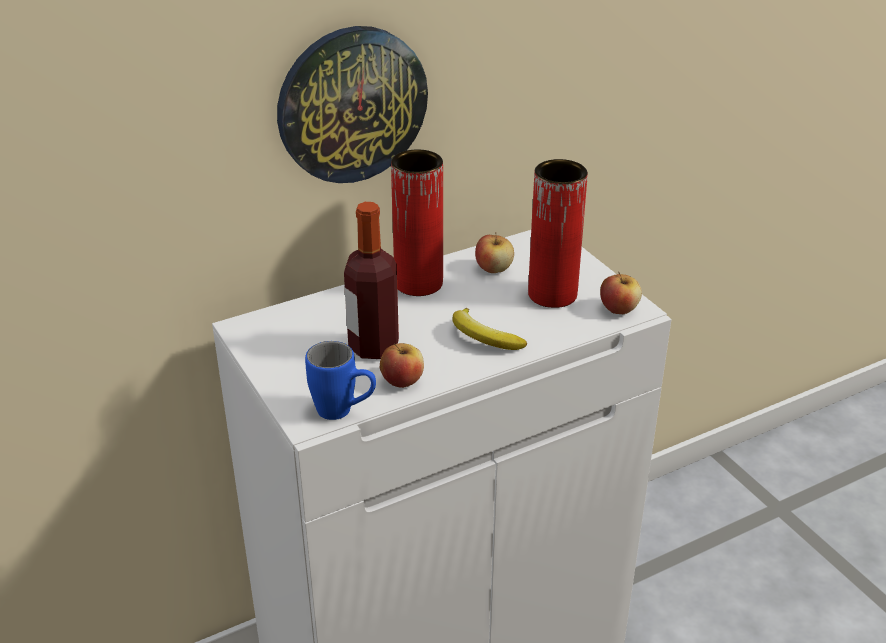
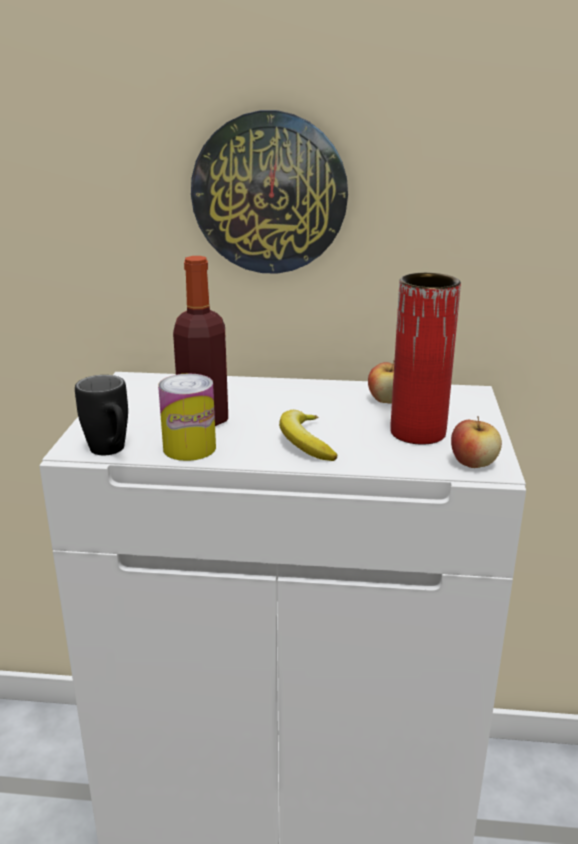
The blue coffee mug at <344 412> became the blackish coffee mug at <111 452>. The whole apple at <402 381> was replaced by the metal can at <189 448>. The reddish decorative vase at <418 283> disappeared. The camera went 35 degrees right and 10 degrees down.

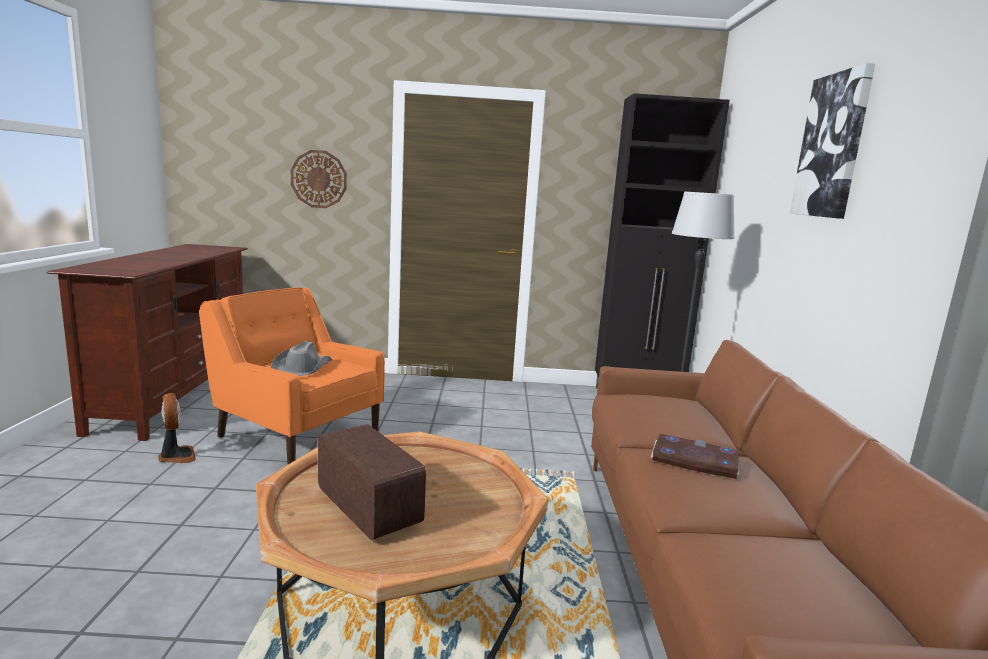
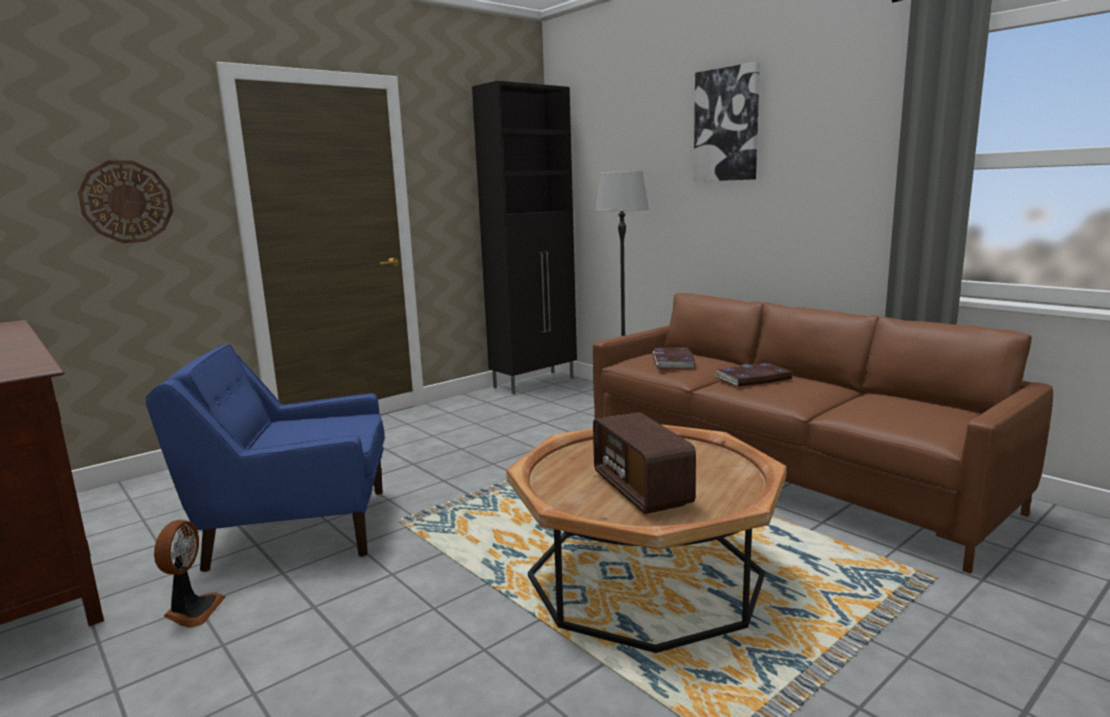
The fan at <176 456> turned 75 degrees clockwise. The orange-coloured armchair at <297 434> became the blue armchair at <296 528>. The greyish clothing hat at <302 367> disappeared. The radio receiver at <368 509> turned 120 degrees counterclockwise. The bound book at <673 361> appeared. The camera went 40 degrees left and 0 degrees up.

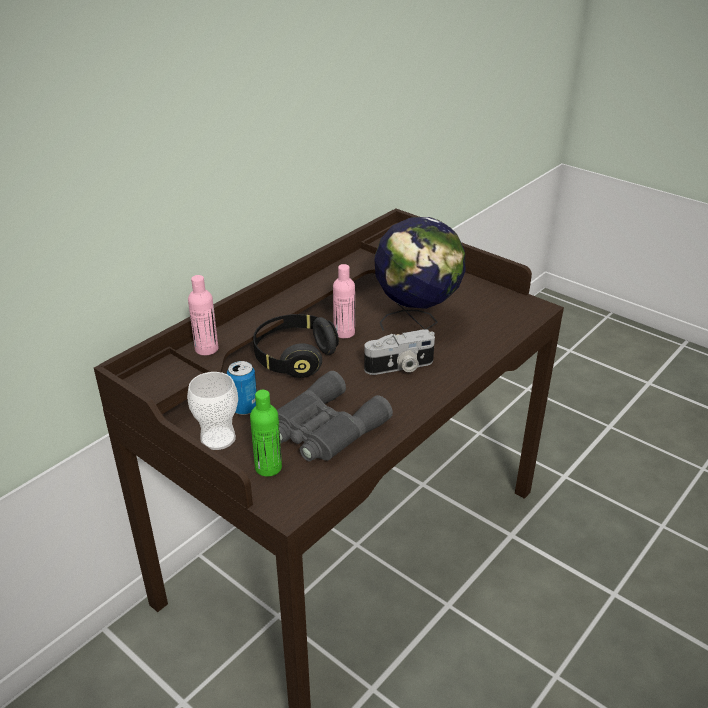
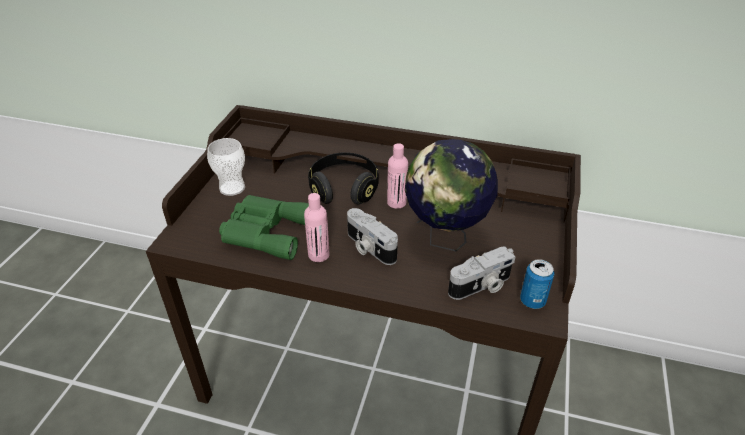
The pinkish beverage bottle moved from <206 349> to <318 255>. The metal can moved from <244 408> to <532 301>. The green beverage bottle at <268 467> disappeared. The greyish field glasses at <324 428> became the green field glasses at <265 231>. The still camera at <481 286> appeared. The camera went 65 degrees right and 5 degrees up.

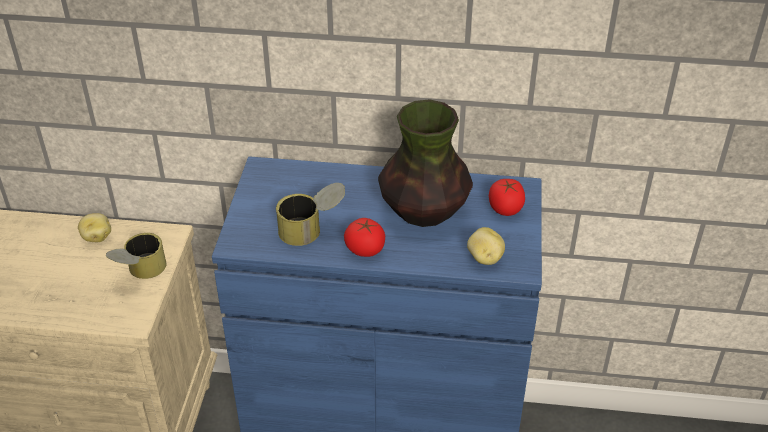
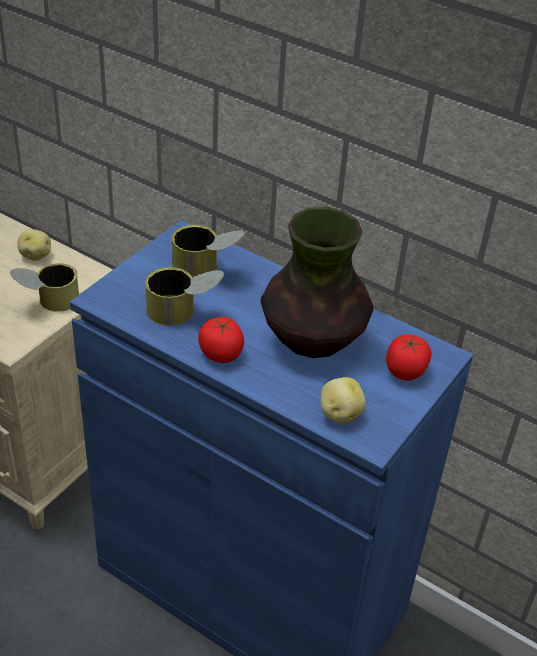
The metal can at <206 270> appeared. The camera went 25 degrees right and 0 degrees up.

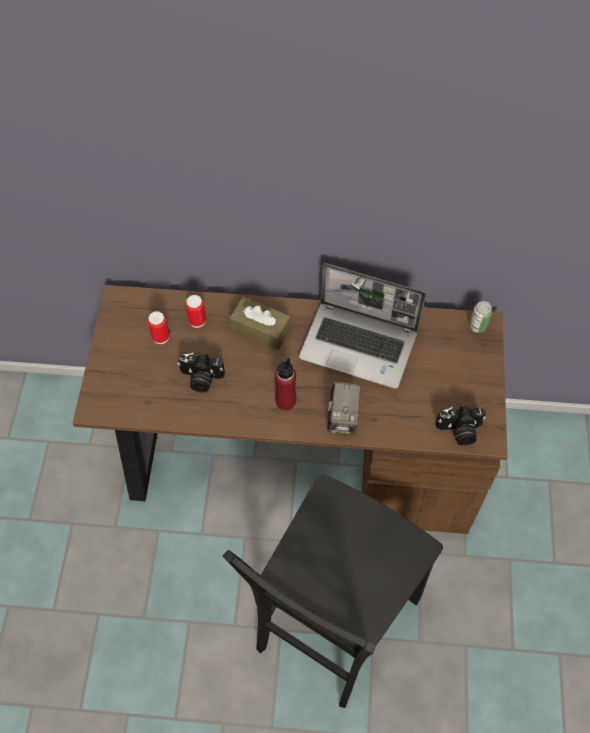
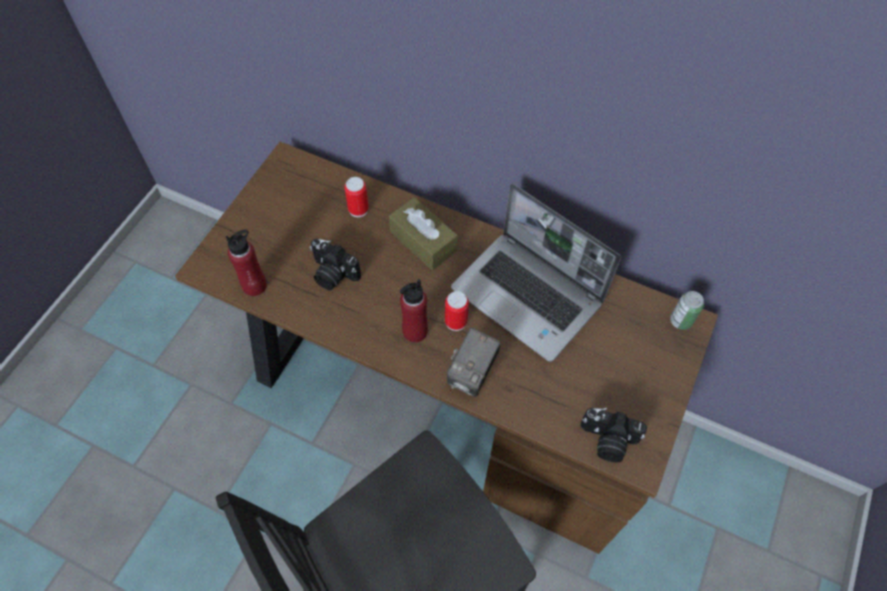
The metal can moved from <160 337> to <455 321>. The reddish beverage bottle at <255 285> appeared. The camera went 20 degrees right and 0 degrees up.

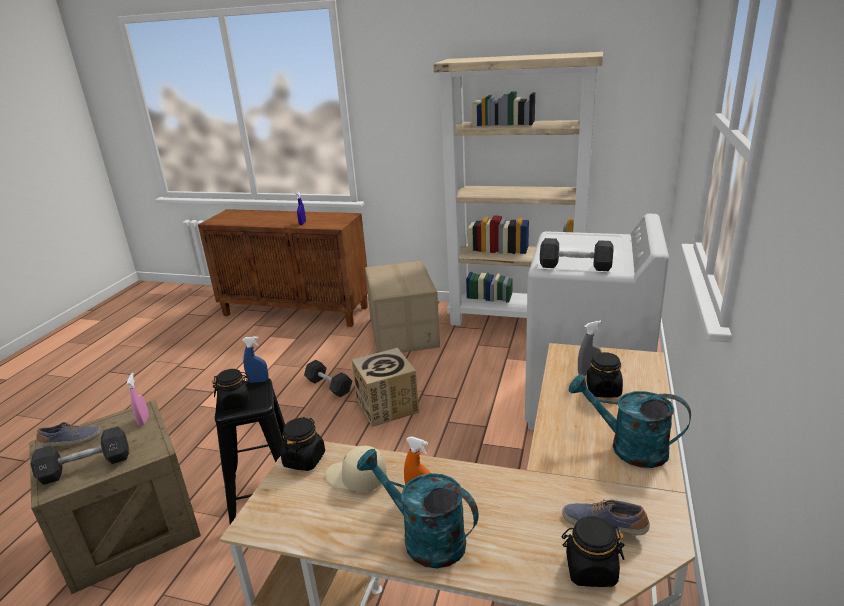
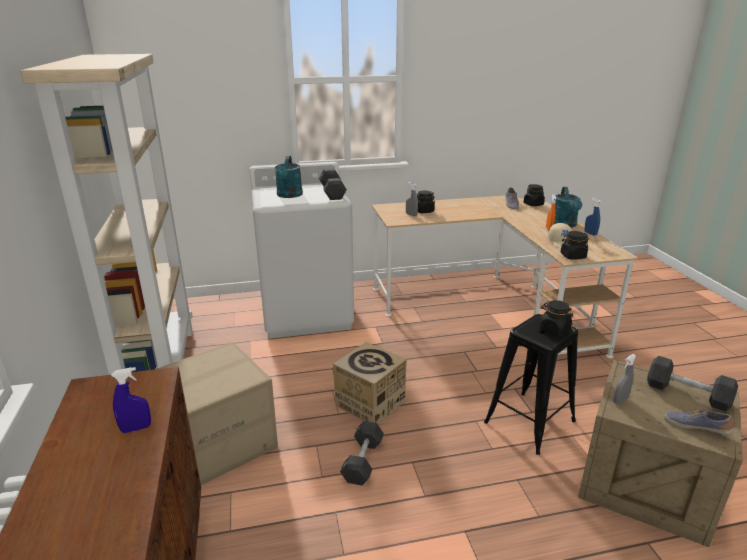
The pinkish sprayer at <143 420> became the greyish sprayer at <620 400>. The blue sprayer moved from <258 381> to <590 233>. The turquoise watering can moved from <628 447> to <289 195>. The camera went 120 degrees left and 0 degrees up.

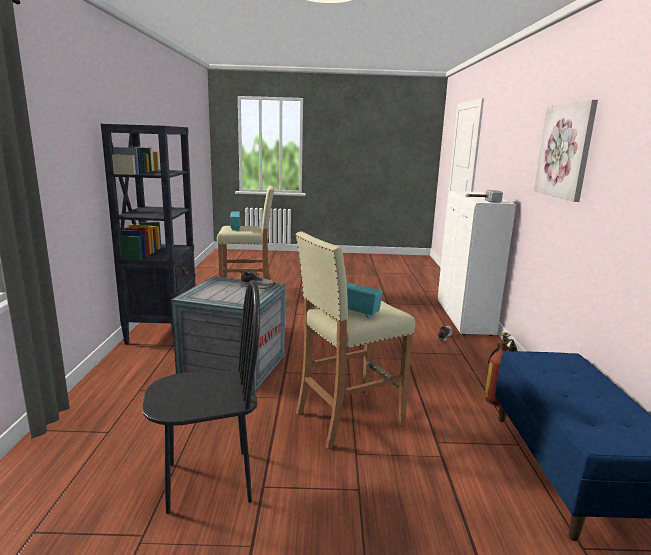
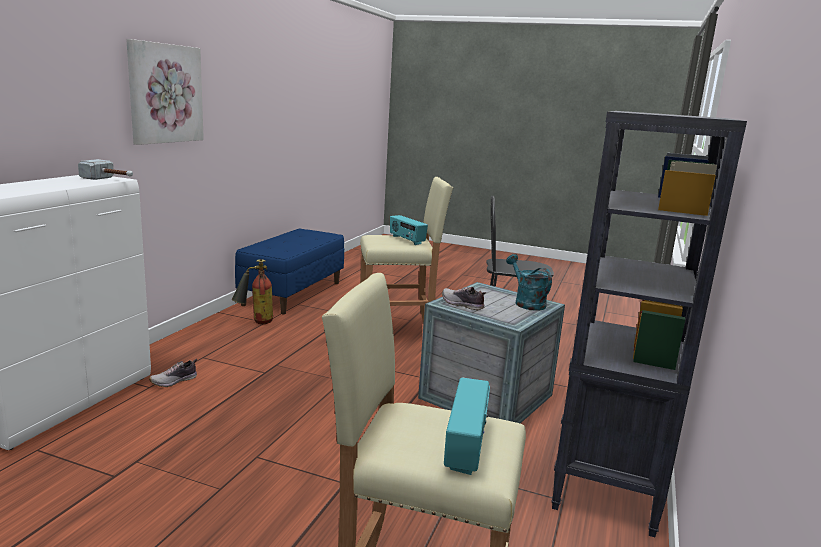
The turquoise watering can at <526 302> appeared. The camera went 160 degrees left and 0 degrees up.

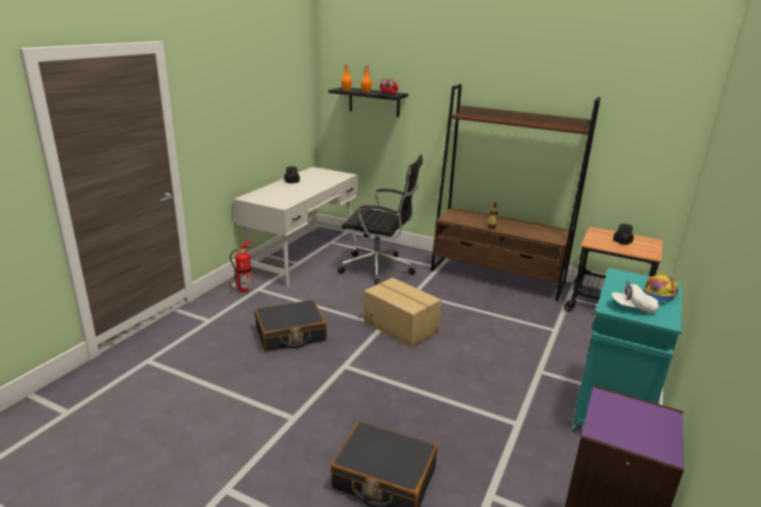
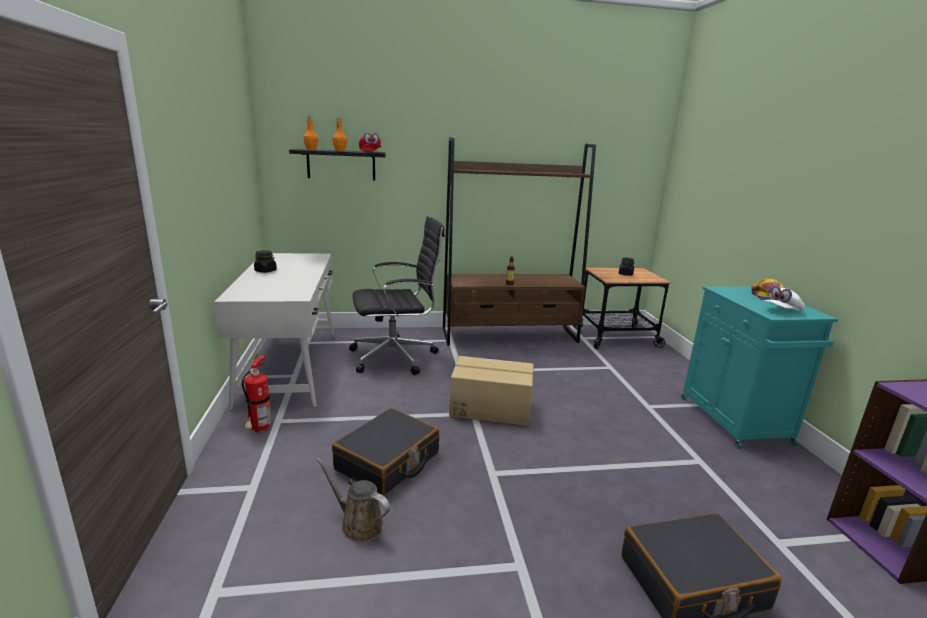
The brown-coloured watering can at <359 524> appeared. The camera went 35 degrees left and 5 degrees down.

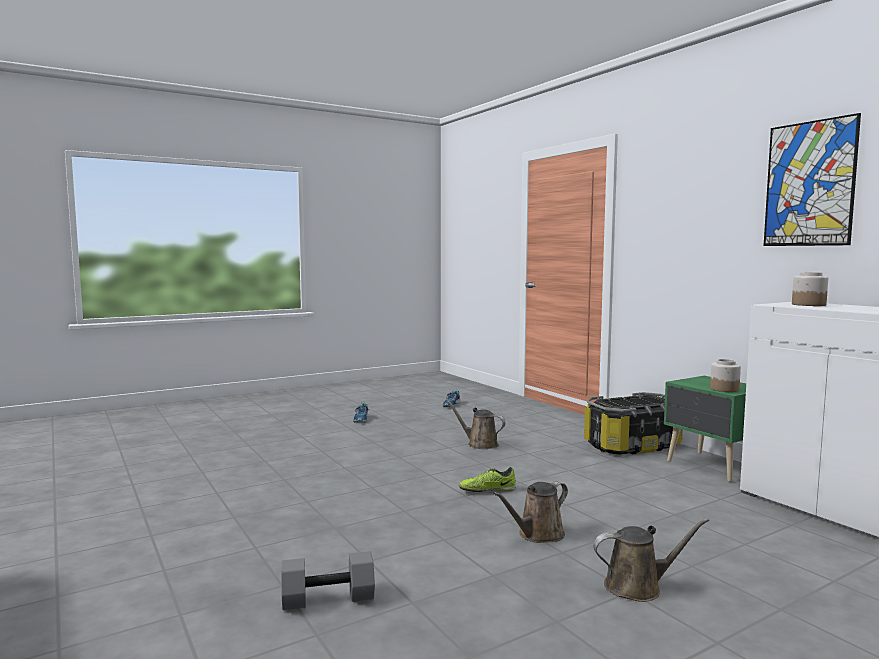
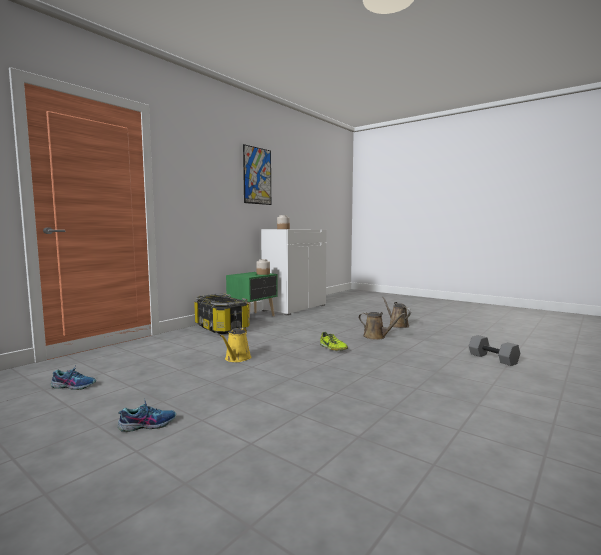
The brown-coloured watering can at <480 444> became the yellow-coloured watering can at <237 359>. The camera went 110 degrees left and 0 degrees up.

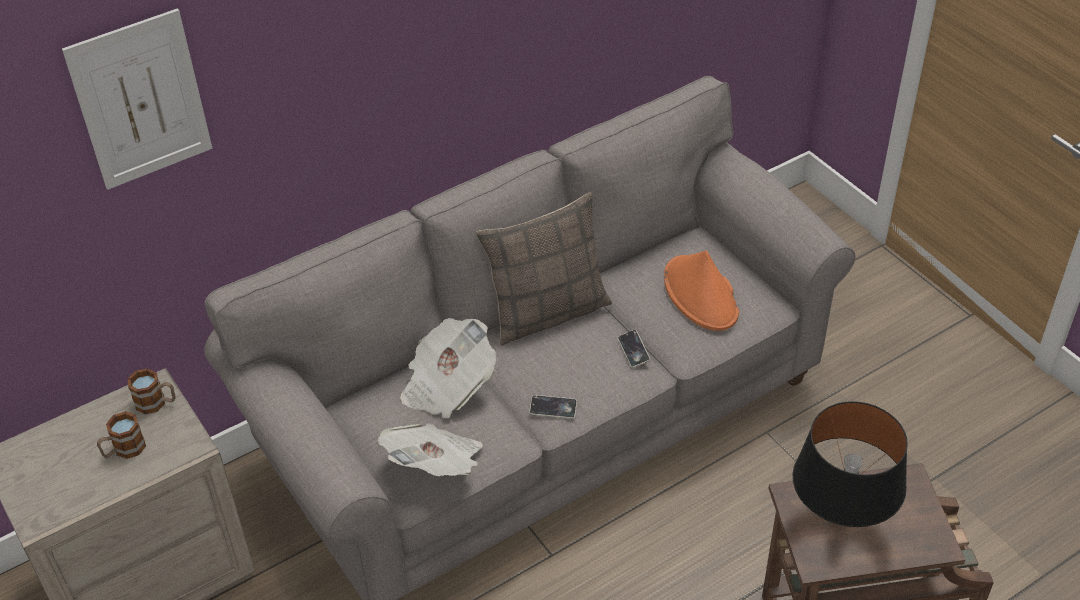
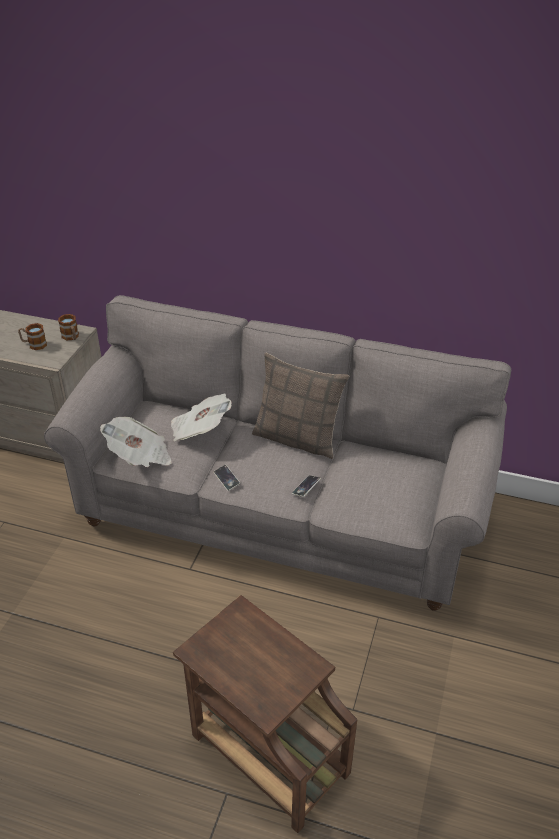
The wall art at <140 100> disappeared. The orange-coloured clothing hat at <701 295> disappeared. The blackish table lamp at <839 525> disappeared. The camera went 50 degrees right and 5 degrees down.

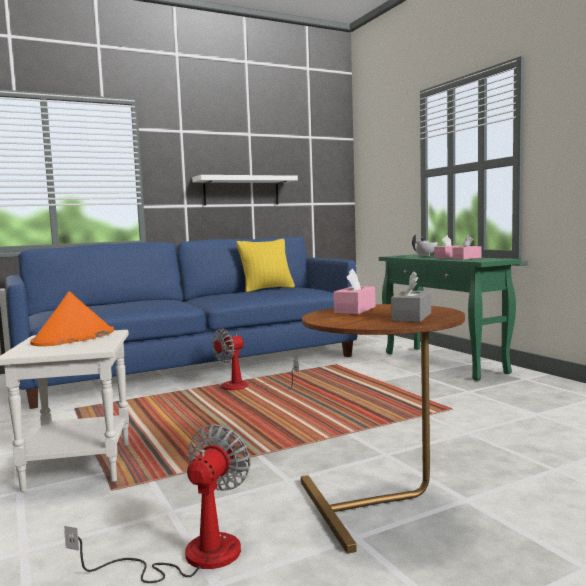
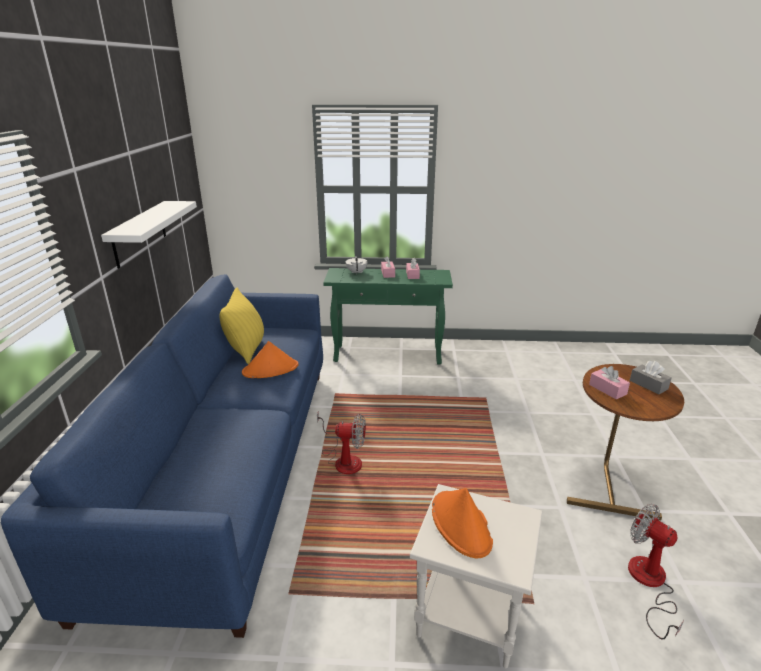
The fan at <245 387> turned 75 degrees counterclockwise. The orange-coloured clothing hat at <271 369> appeared. The camera went 60 degrees left and 20 degrees up.

